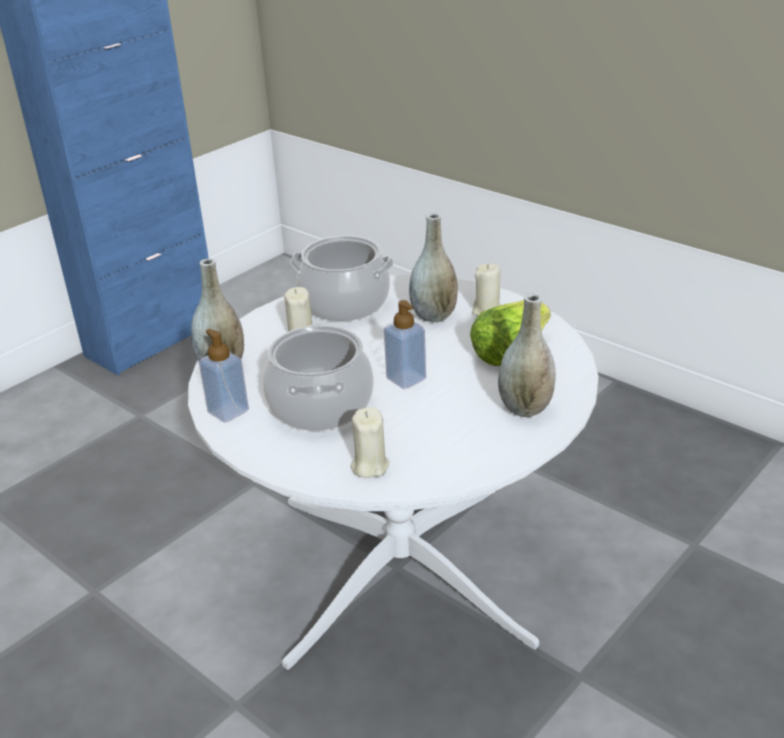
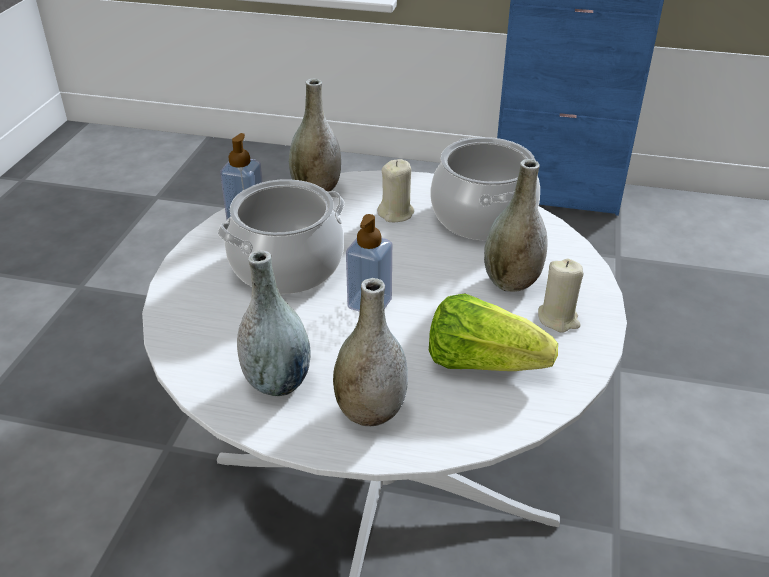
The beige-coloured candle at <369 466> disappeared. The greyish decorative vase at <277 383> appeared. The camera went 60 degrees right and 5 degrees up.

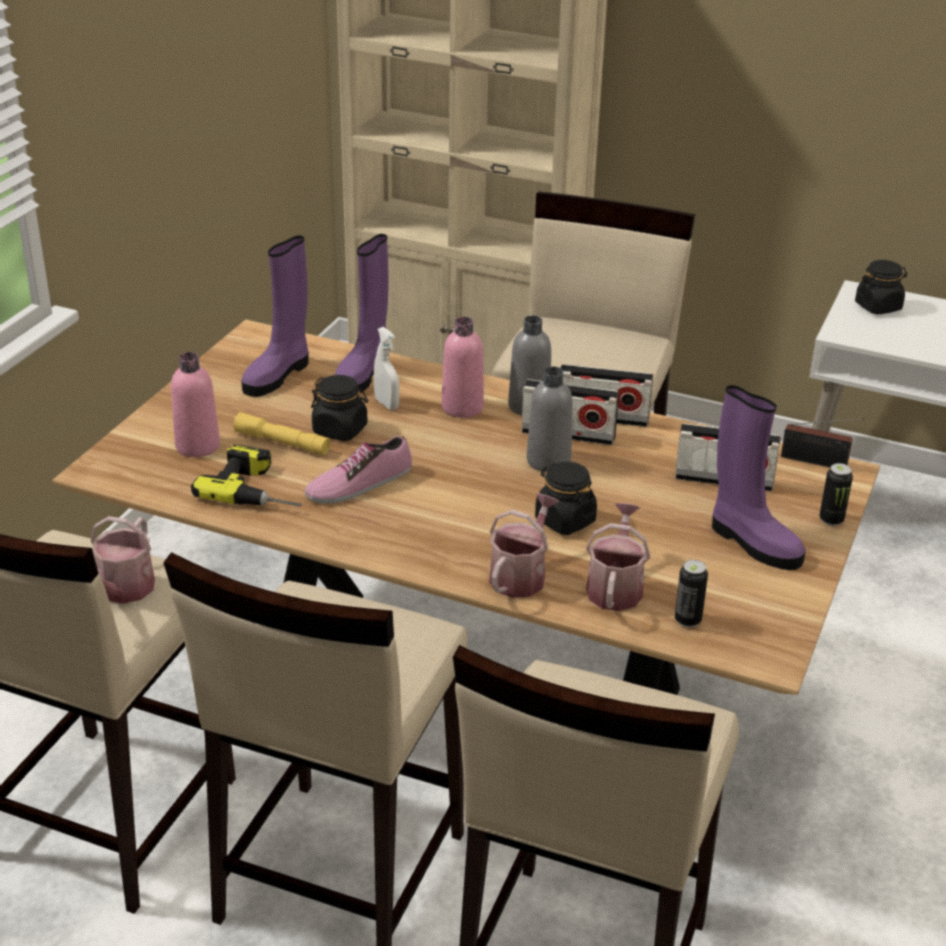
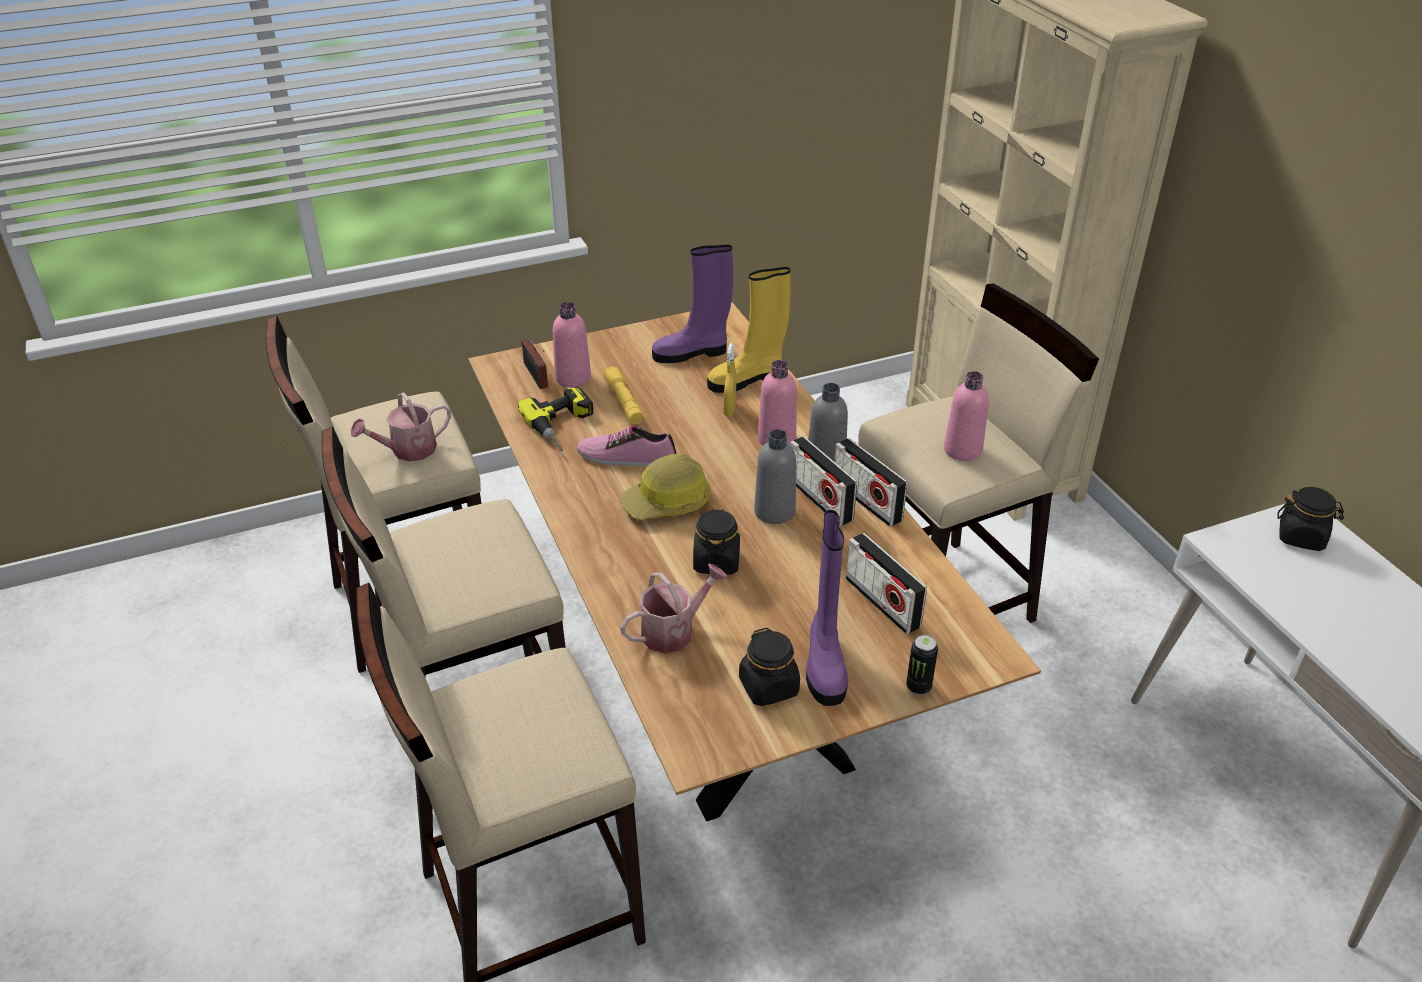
The blackish jar moved from <340 429> to <769 687>. The purple boot at <363 374> became the yellow-coloured boot at <747 380>. The white sprayer at <386 404> became the yellow-coloured sprayer at <729 409>. The watering can at <521 575> disappeared. The metal can at <687 620> disappeared. The radio receiver moved from <817 462> to <536 377>. The work helmet at <668 502> appeared. The pinkish beverage bottle at <962 450> appeared. The camera went 45 degrees right and 5 degrees up.

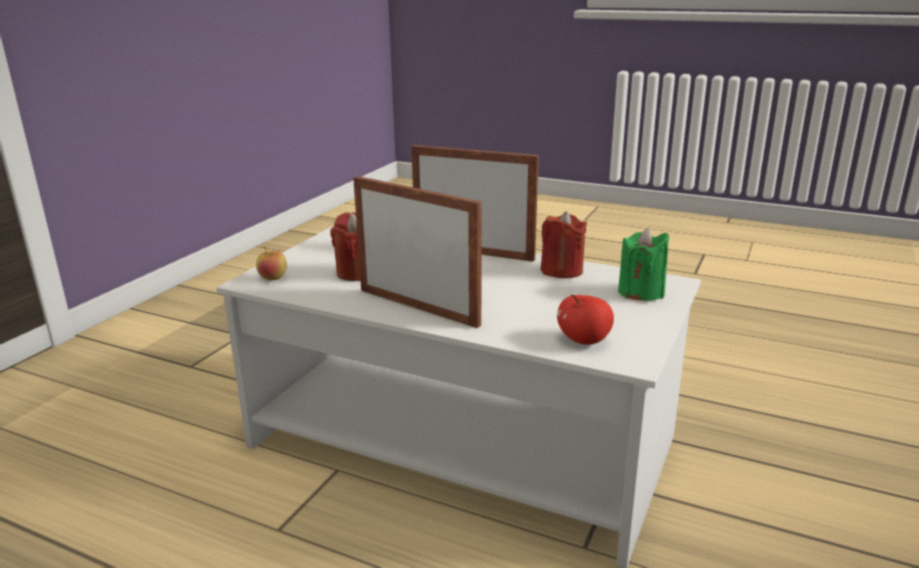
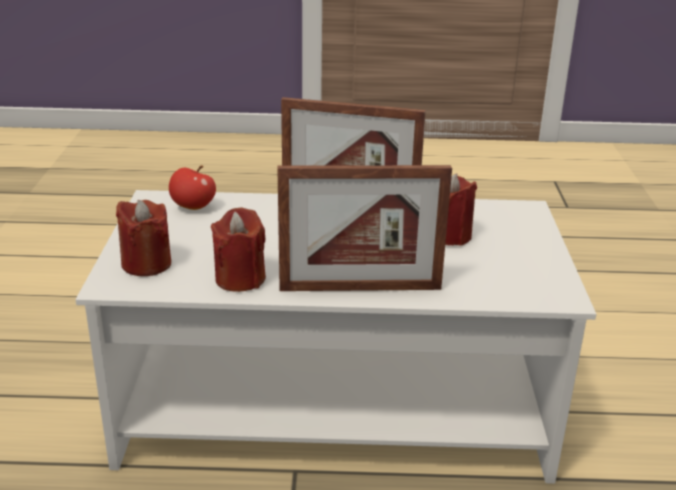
The whole apple at <273 278> disappeared. The green candle at <641 292> became the reddish candle at <146 264>. The camera went 155 degrees right and 5 degrees up.

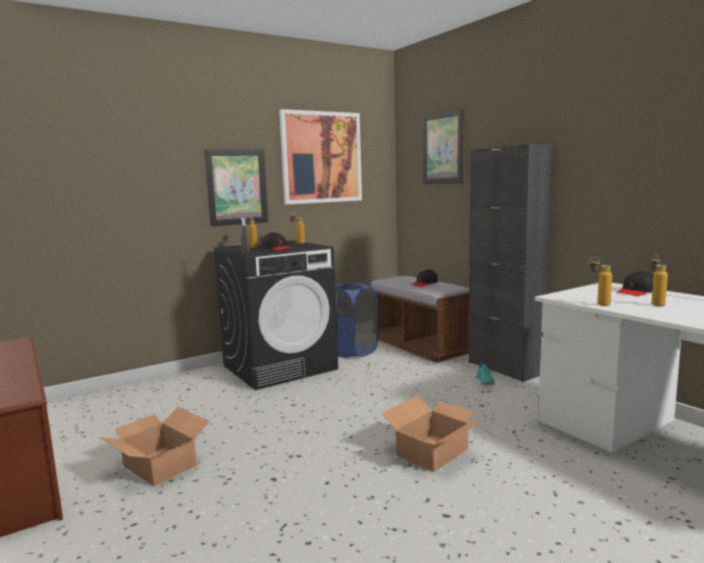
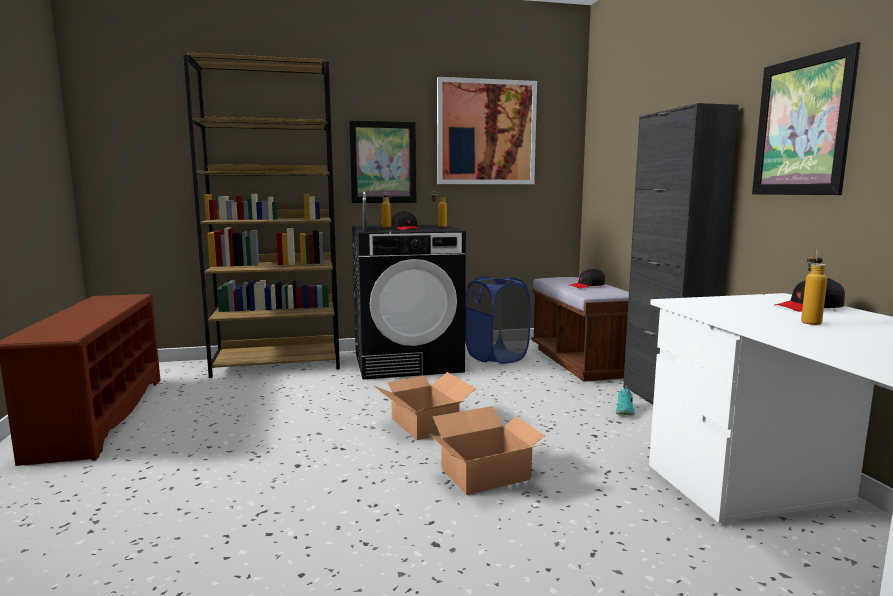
The carton moved from <160 465> to <425 424>. The wall art moved from <442 148> to <802 126>. The beverage bottle at <598 304> disappeared. The brown-coloured bookshelf at <278 364> appeared. The camera went 20 degrees right and 0 degrees up.

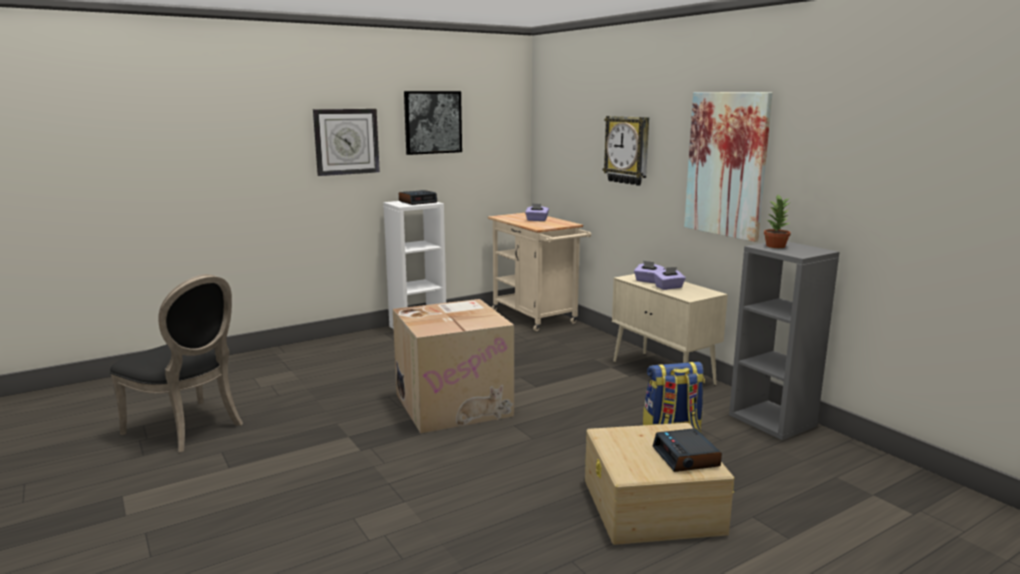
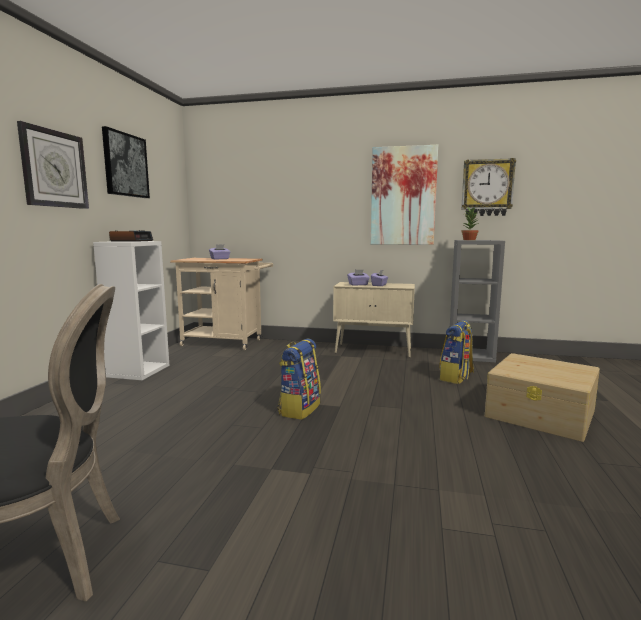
The carton at <454 404> was replaced by the backpack at <299 409>. The wall clock moved from <627 150> to <487 188>. The alarm clock at <686 457> disappeared. The camera went 45 degrees left and 5 degrees down.

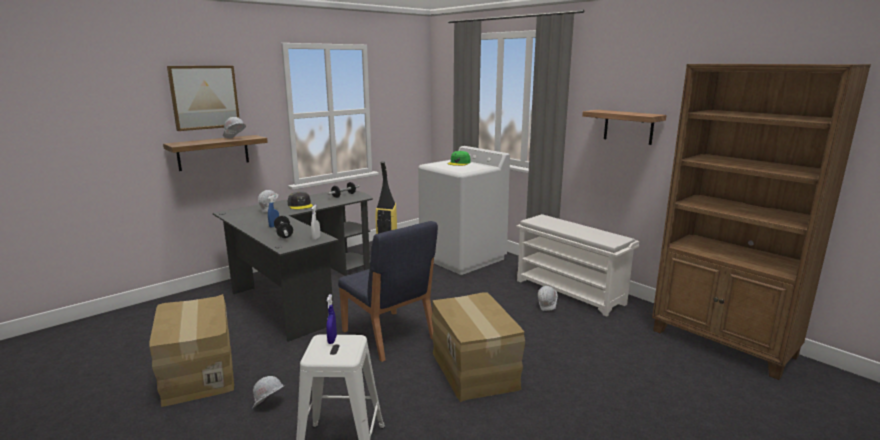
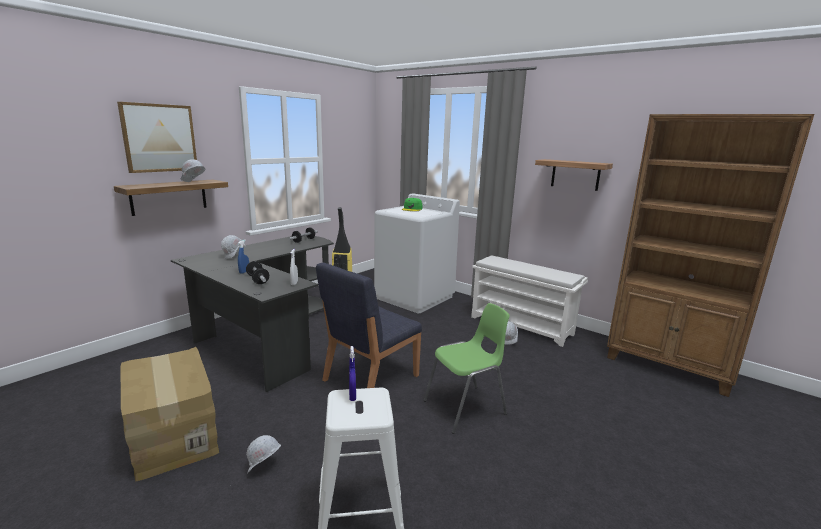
The greyish baseball cap at <300 205> disappeared. The blue plain chair at <388 335> turned 90 degrees clockwise. The carton at <475 369> was replaced by the green plain chair at <466 408>. The camera went 10 degrees left and 0 degrees up.

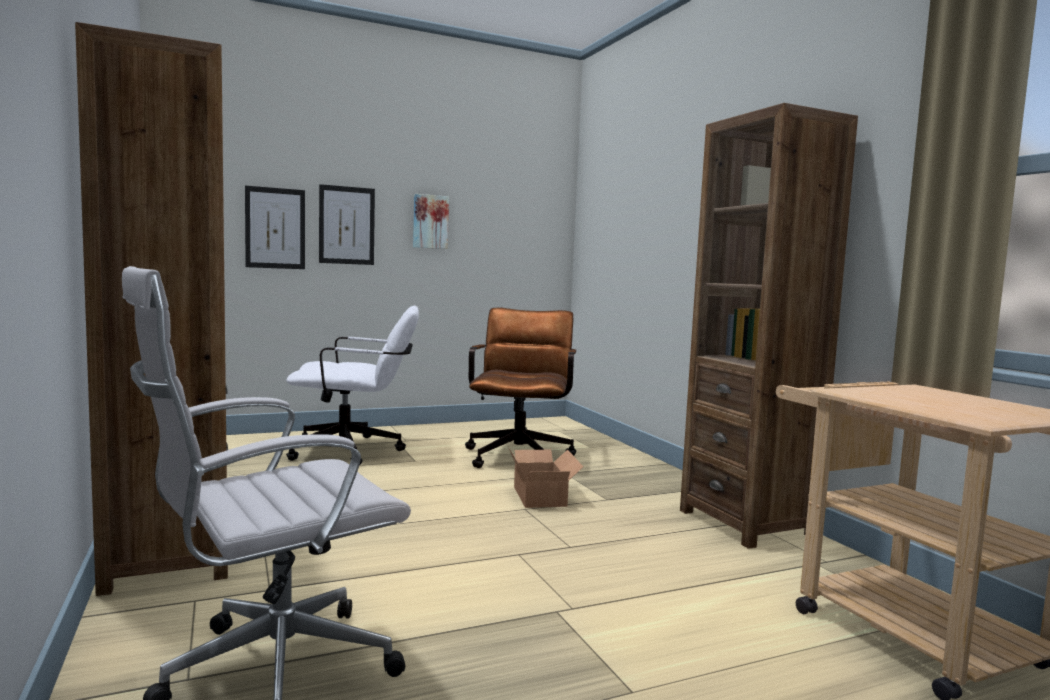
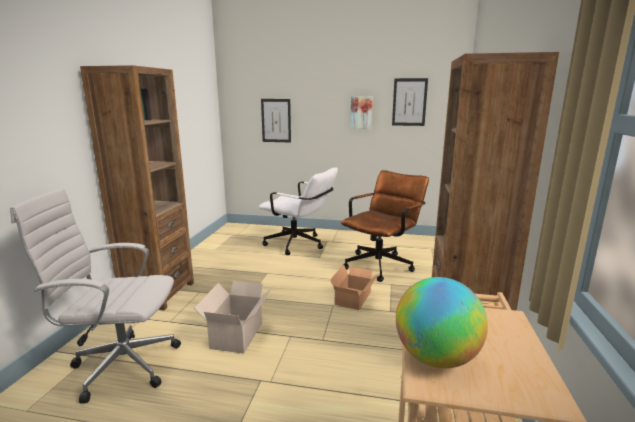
The wall art moved from <347 225> to <409 102>. The carton at <238 334> appeared. The world globe at <436 358> appeared. The camera went 35 degrees right and 10 degrees up.

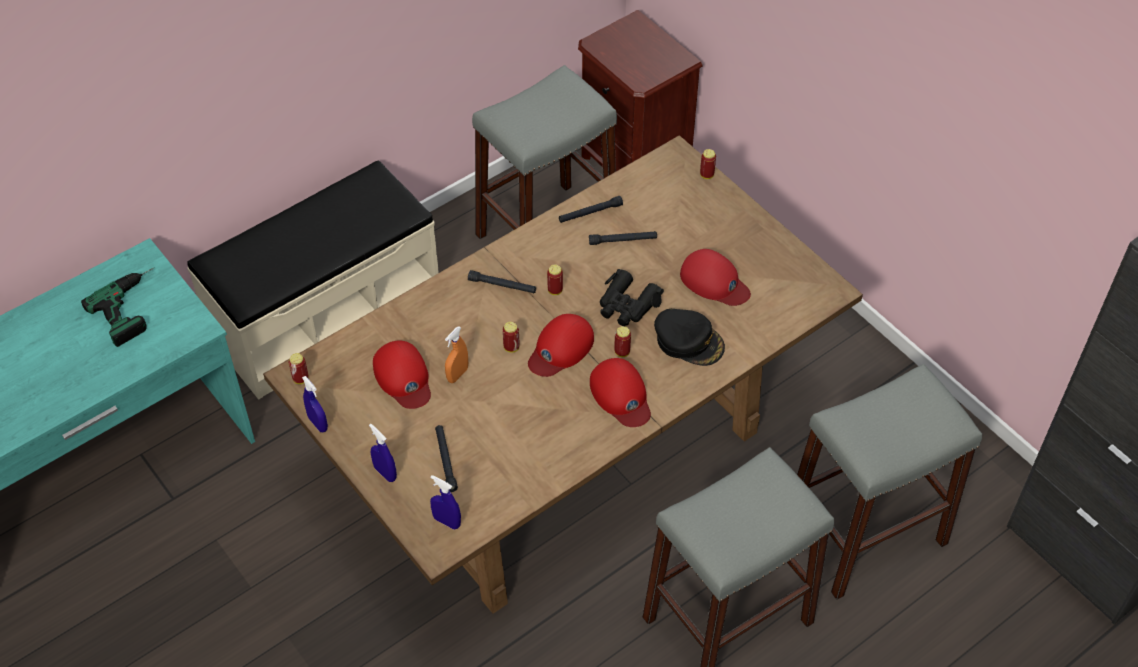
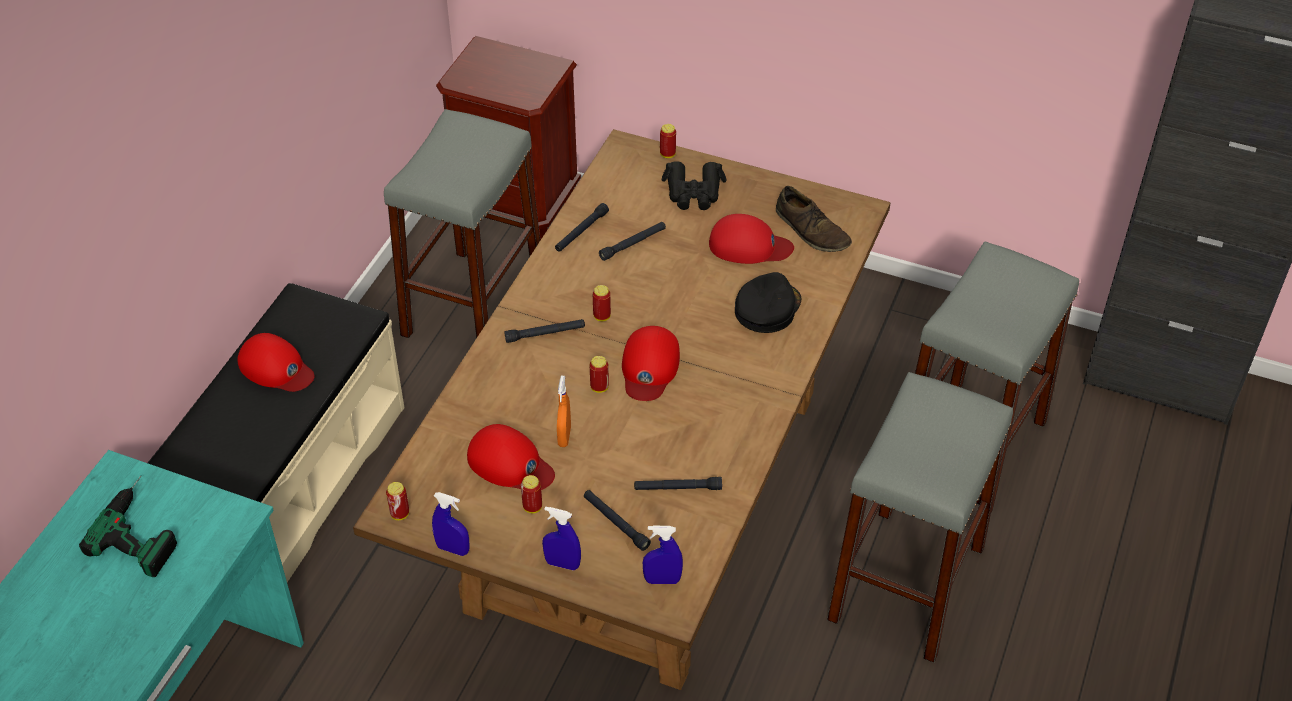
The reddish baseball cap moved from <621 395> to <276 368>. The blackish field glasses moved from <627 305> to <693 193>. The metal can moved from <622 352> to <532 507>. The blackish baseball cap at <689 341> turned 60 degrees counterclockwise. The blackish flashlight at <677 488> appeared. The brown-coloured shoe at <812 230> appeared. The camera went 30 degrees left and 5 degrees down.

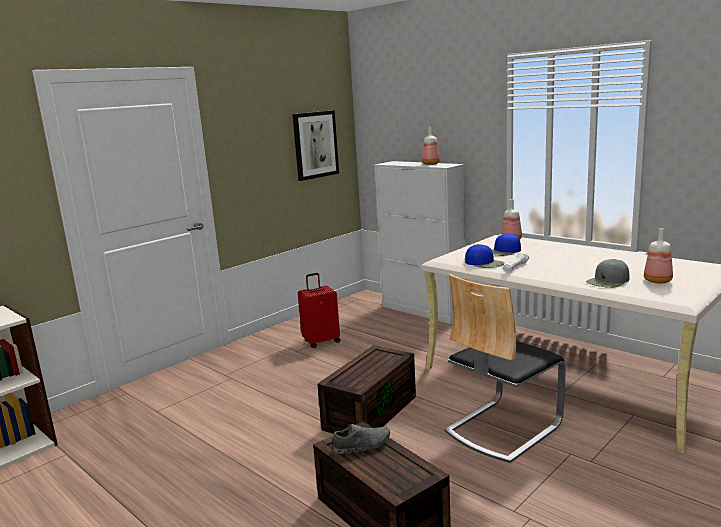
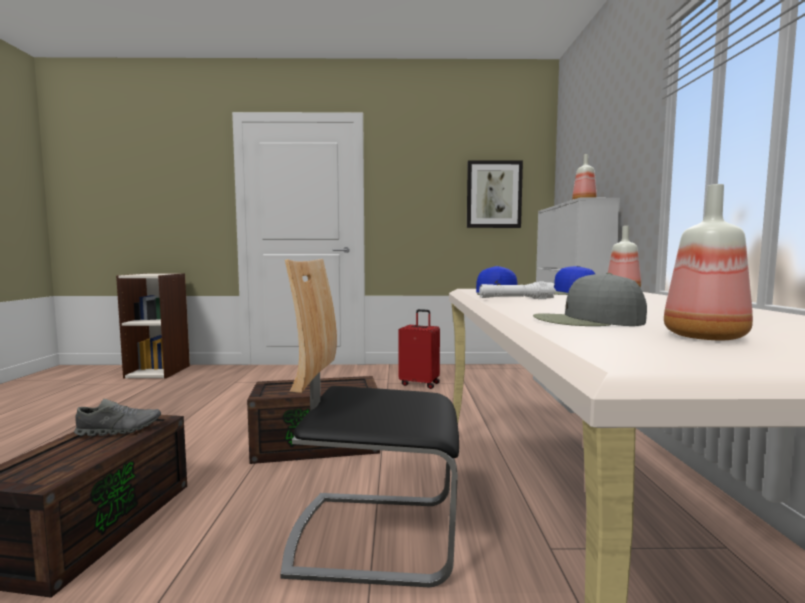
The greyish shoe at <362 445> turned 45 degrees counterclockwise. The camera went 45 degrees right and 10 degrees down.

